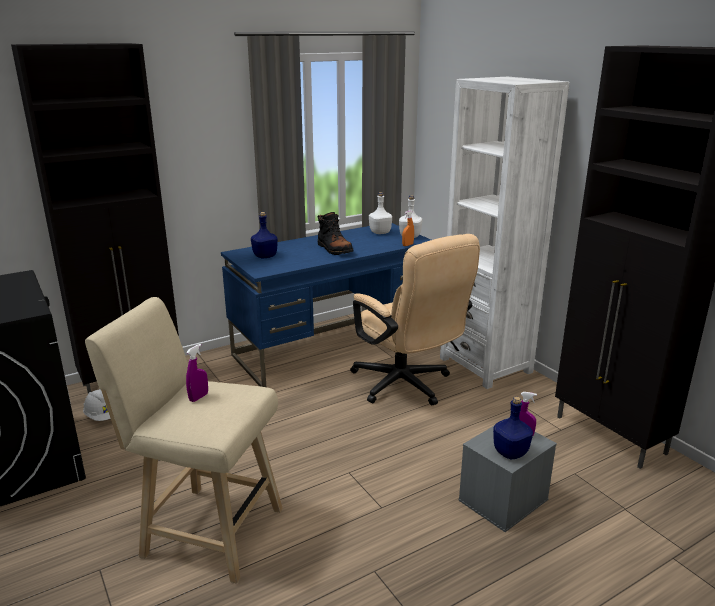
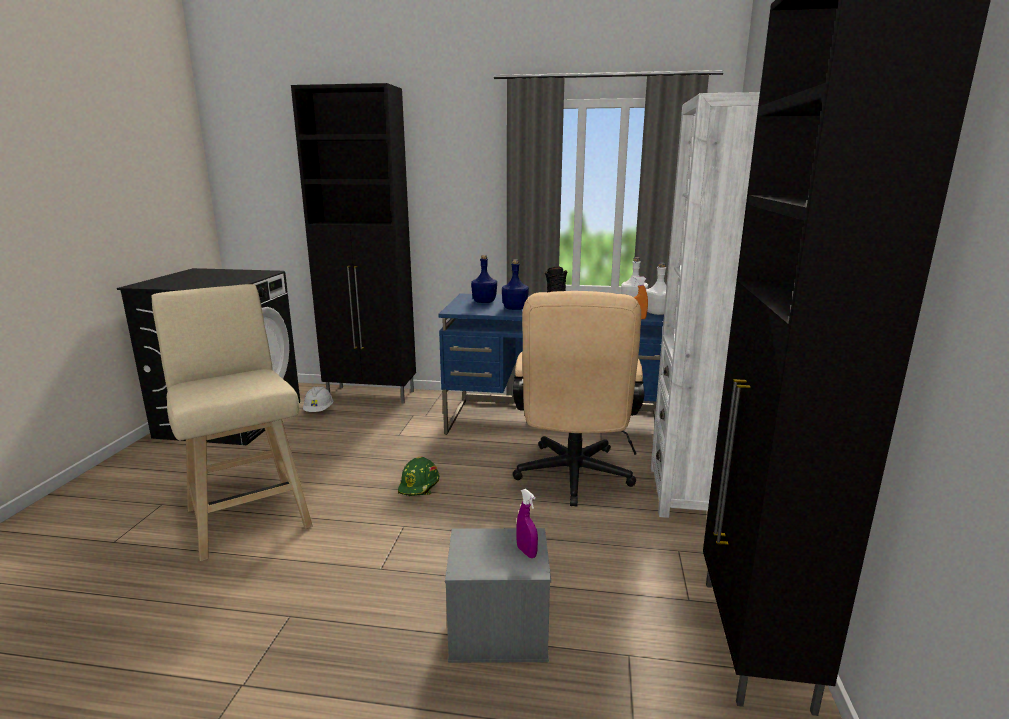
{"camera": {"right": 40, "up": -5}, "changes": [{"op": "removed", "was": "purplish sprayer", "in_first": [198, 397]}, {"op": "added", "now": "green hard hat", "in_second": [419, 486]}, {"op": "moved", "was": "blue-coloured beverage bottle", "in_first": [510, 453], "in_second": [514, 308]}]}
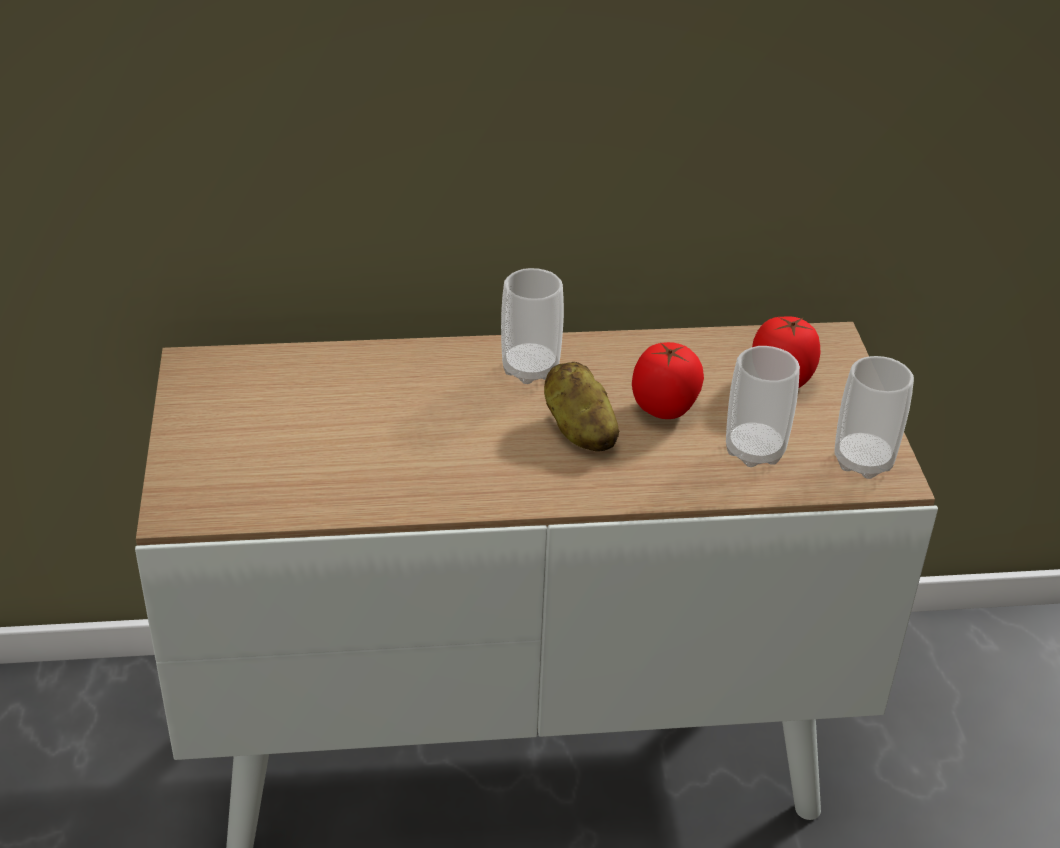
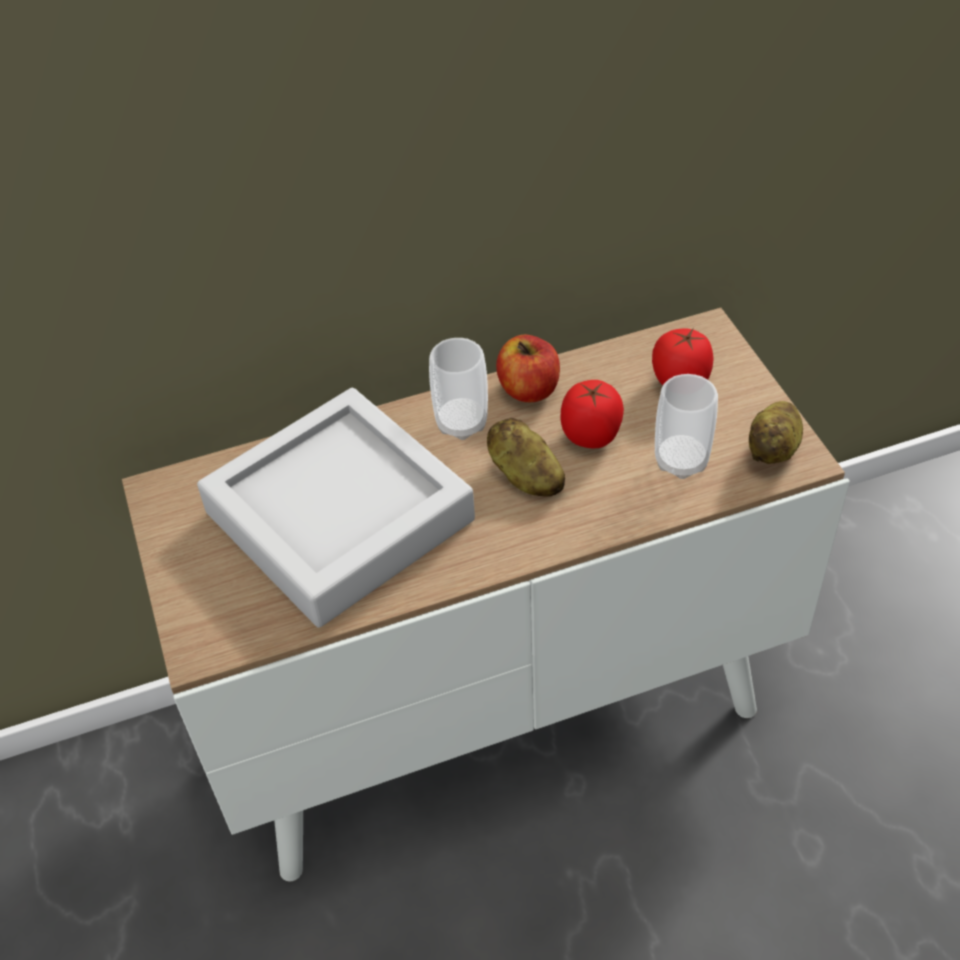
{"camera": {"right": -10, "up": 10}, "changes": [{"op": "added", "now": "greyish carrying tray", "in_second": [339, 516]}, {"op": "added", "now": "apple fruit", "in_second": [529, 389]}, {"op": "replaced", "was": "drinking cup", "now": "whole potato", "in_first": [863, 461], "in_second": [774, 449]}]}
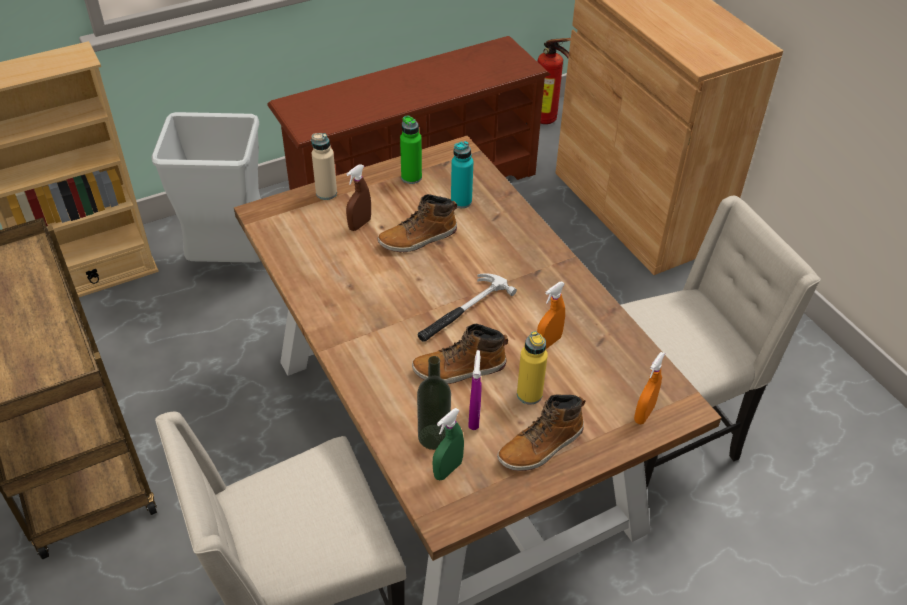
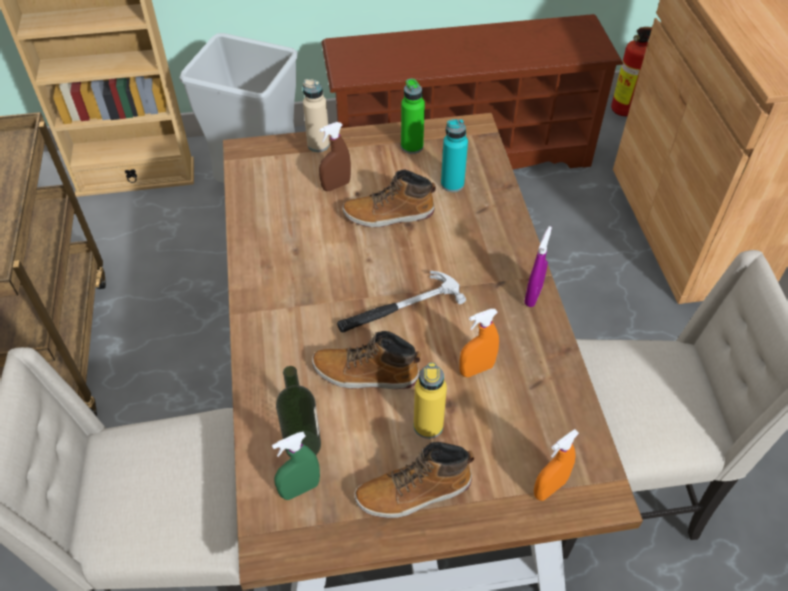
{"camera": {"right": 20, "up": 5}, "changes": [{"op": "moved", "was": "purplish sprayer", "in_first": [474, 418], "in_second": [533, 296]}]}
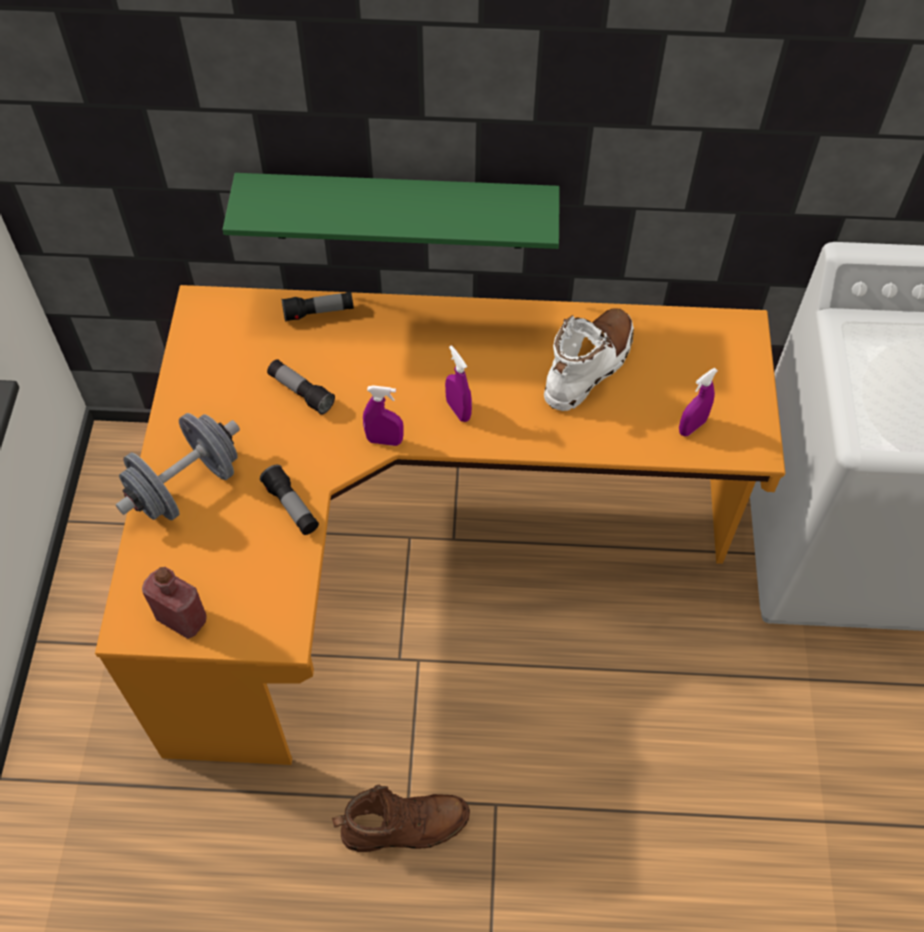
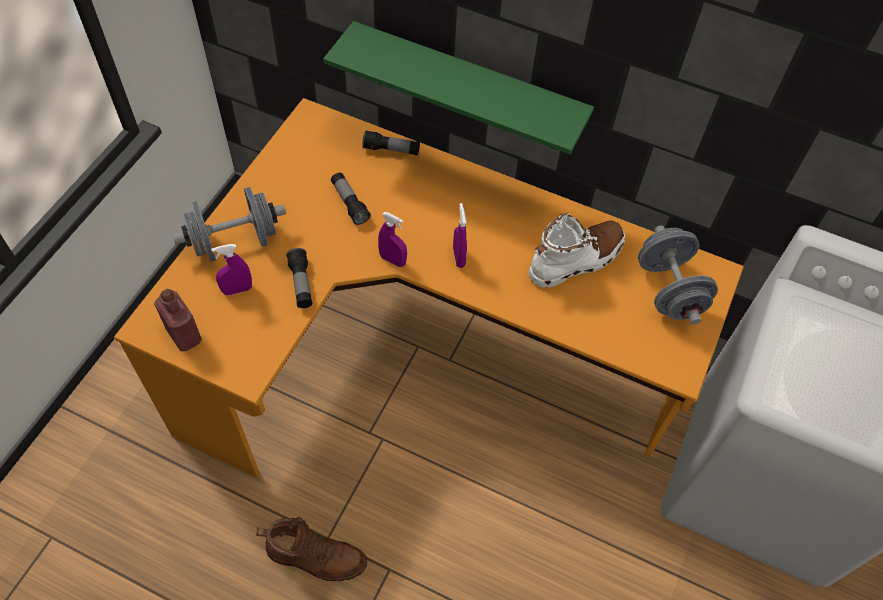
{"camera": {"right": 20, "up": 0}, "changes": [{"op": "added", "now": "greyish dumbbell", "in_second": [669, 290]}, {"op": "moved", "was": "purplish sprayer", "in_first": [692, 427], "in_second": [237, 290]}]}
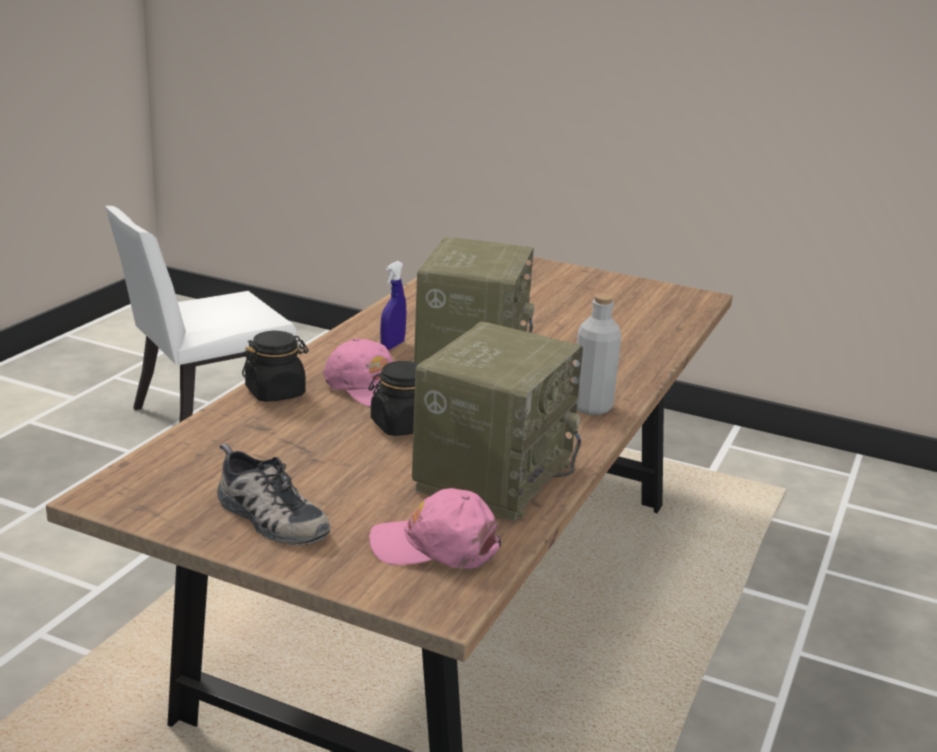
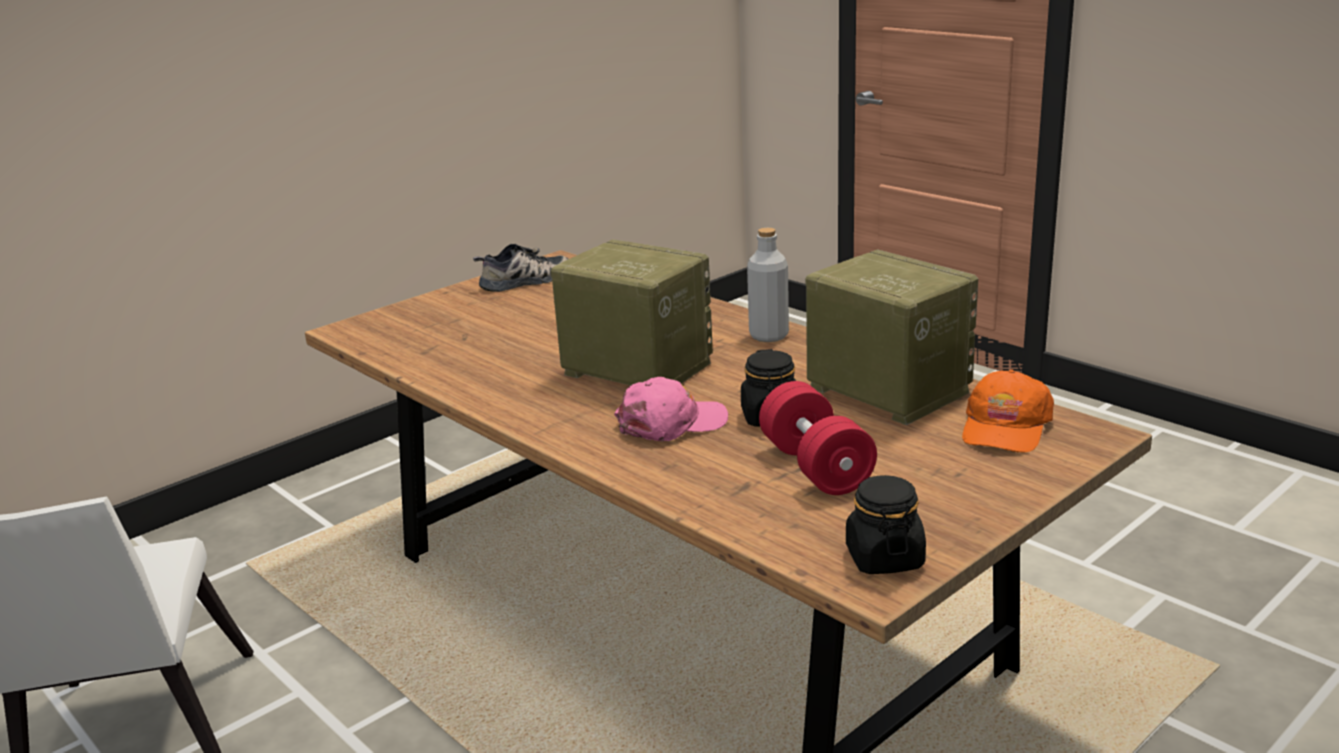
{"camera": {"right": -65, "up": 0}, "changes": [{"op": "removed", "was": "blue-coloured sprayer", "in_first": [392, 345]}, {"op": "added", "now": "reddish dumbbell", "in_second": [816, 467]}, {"op": "moved", "was": "item of footwear", "in_first": [268, 517], "in_second": [525, 281]}, {"op": "moved", "was": "black jar", "in_first": [275, 392], "in_second": [884, 558]}, {"op": "recoloured", "was": "pinkish peaked cap", "now": "orangey peaked cap", "in_first": [436, 546], "in_second": [1005, 427]}]}
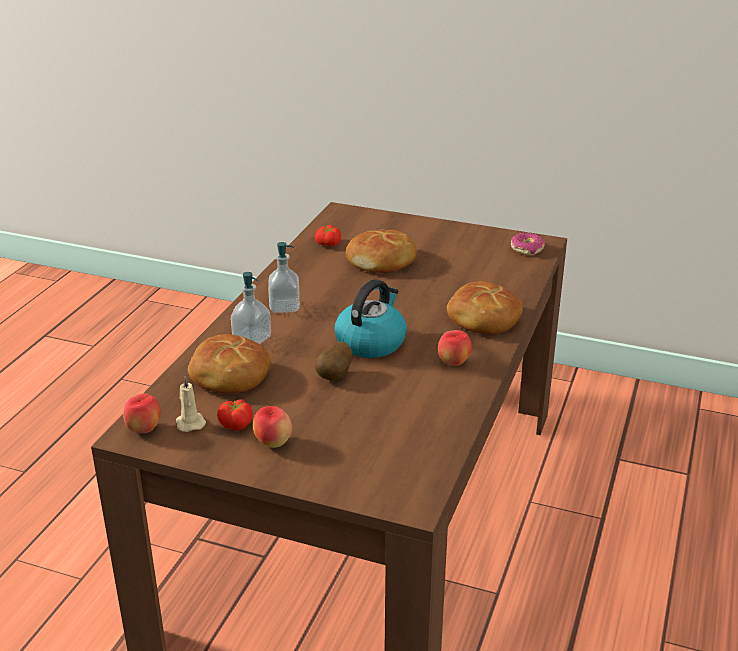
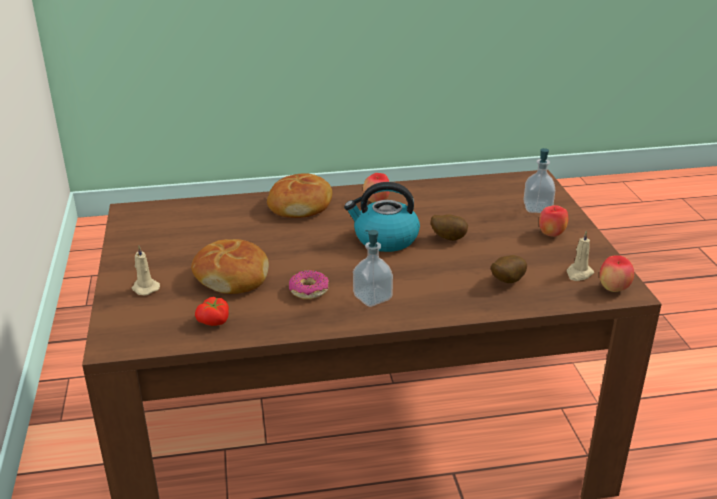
{"camera": {"right": -120, "up": 0}, "changes": [{"op": "removed", "was": "fresh tomato", "in_first": [237, 424]}, {"op": "added", "now": "beige candle", "in_second": [144, 288]}, {"op": "moved", "was": "soap dispenser", "in_first": [252, 339], "in_second": [537, 208]}, {"op": "moved", "was": "doughnut", "in_first": [527, 249], "in_second": [308, 290]}, {"op": "replaced", "was": "bakery bread", "now": "whole potato", "in_first": [229, 376], "in_second": [506, 281]}]}
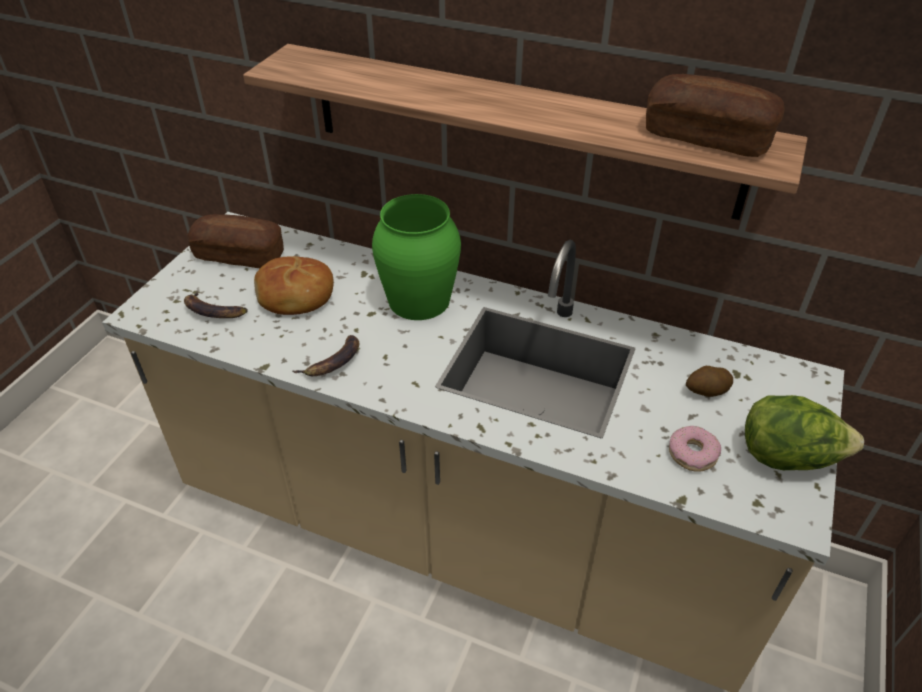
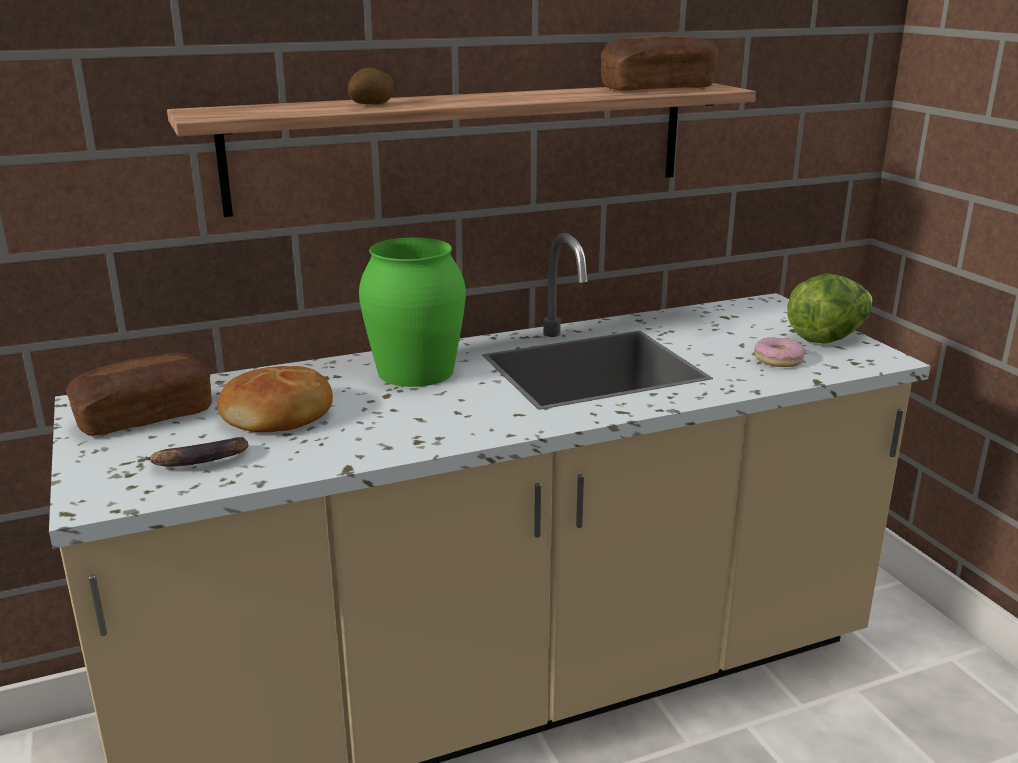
{"camera": {"right": -45, "up": -20}, "changes": [{"op": "removed", "was": "whole banana", "in_first": [333, 362]}, {"op": "moved", "was": "whole potato", "in_first": [706, 391], "in_second": [371, 105]}]}
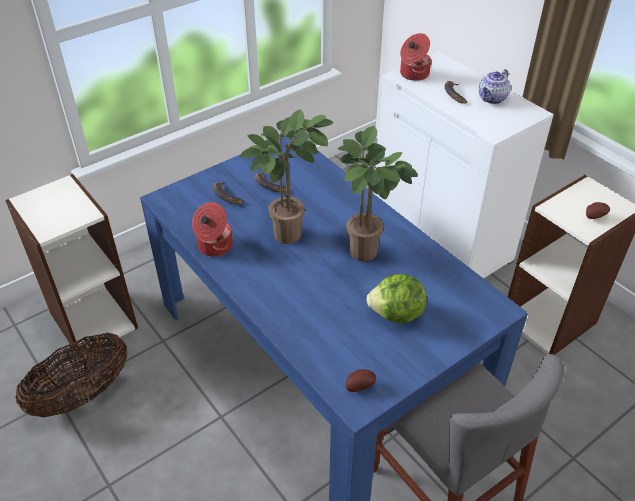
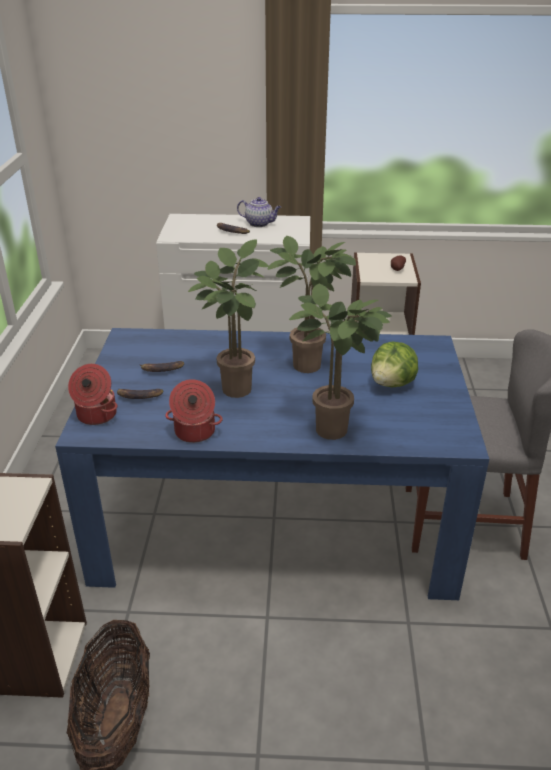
{"camera": {"right": -50, "up": -10}, "changes": [{"op": "removed", "was": "whole potato", "in_first": [359, 386]}, {"op": "added", "now": "plant in a pot", "in_second": [337, 430]}, {"op": "moved", "was": "saucepot", "in_first": [413, 74], "in_second": [96, 415]}, {"op": "turned", "was": "tea pot", "in_first": [492, 99], "in_second": [259, 224], "clockwise": -60}]}
